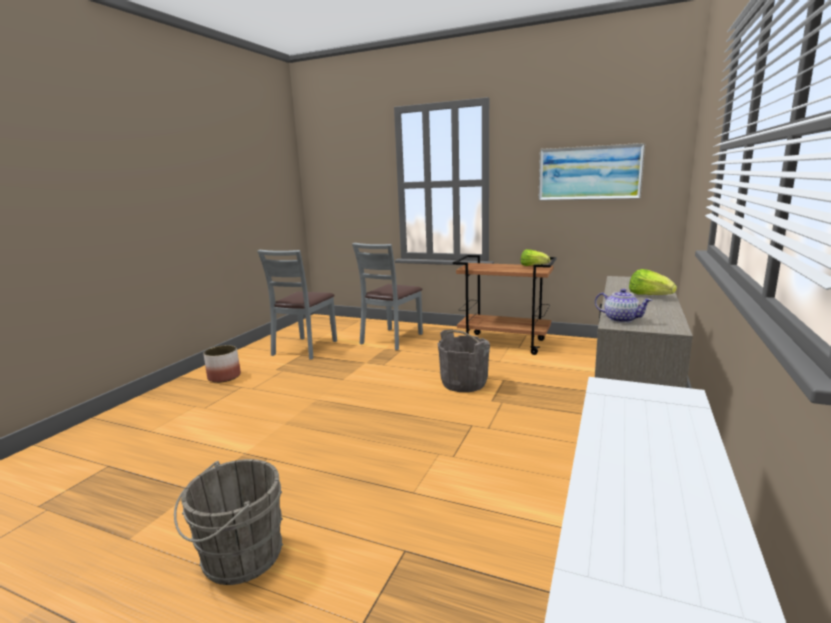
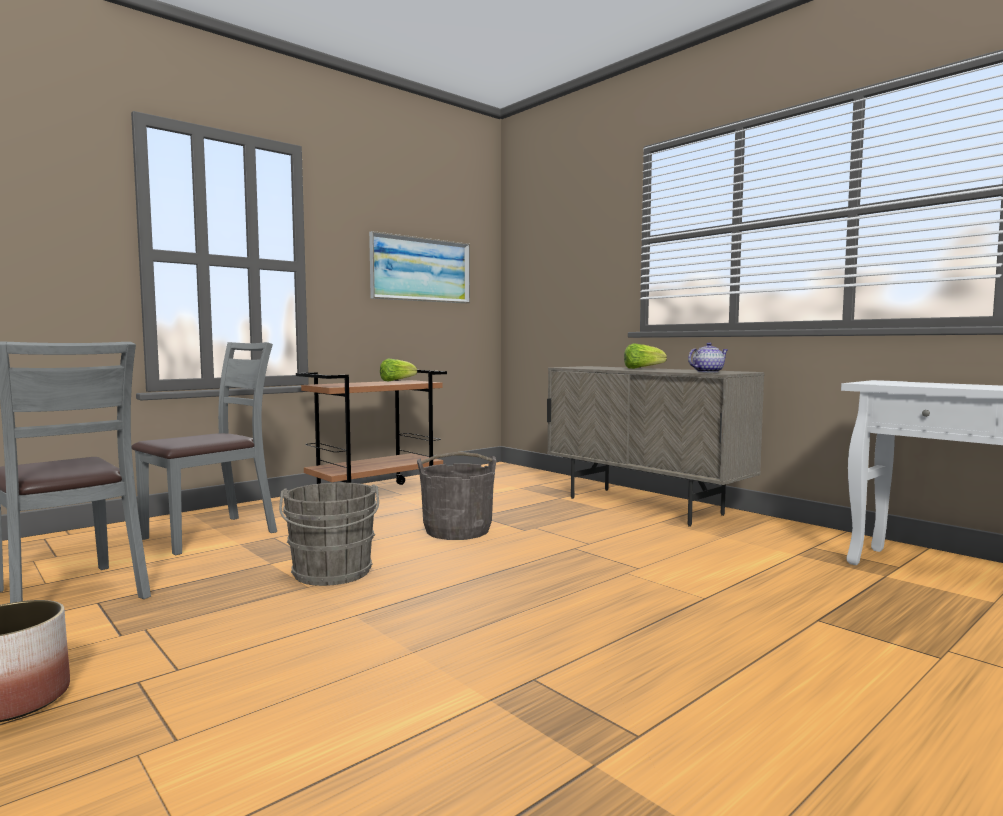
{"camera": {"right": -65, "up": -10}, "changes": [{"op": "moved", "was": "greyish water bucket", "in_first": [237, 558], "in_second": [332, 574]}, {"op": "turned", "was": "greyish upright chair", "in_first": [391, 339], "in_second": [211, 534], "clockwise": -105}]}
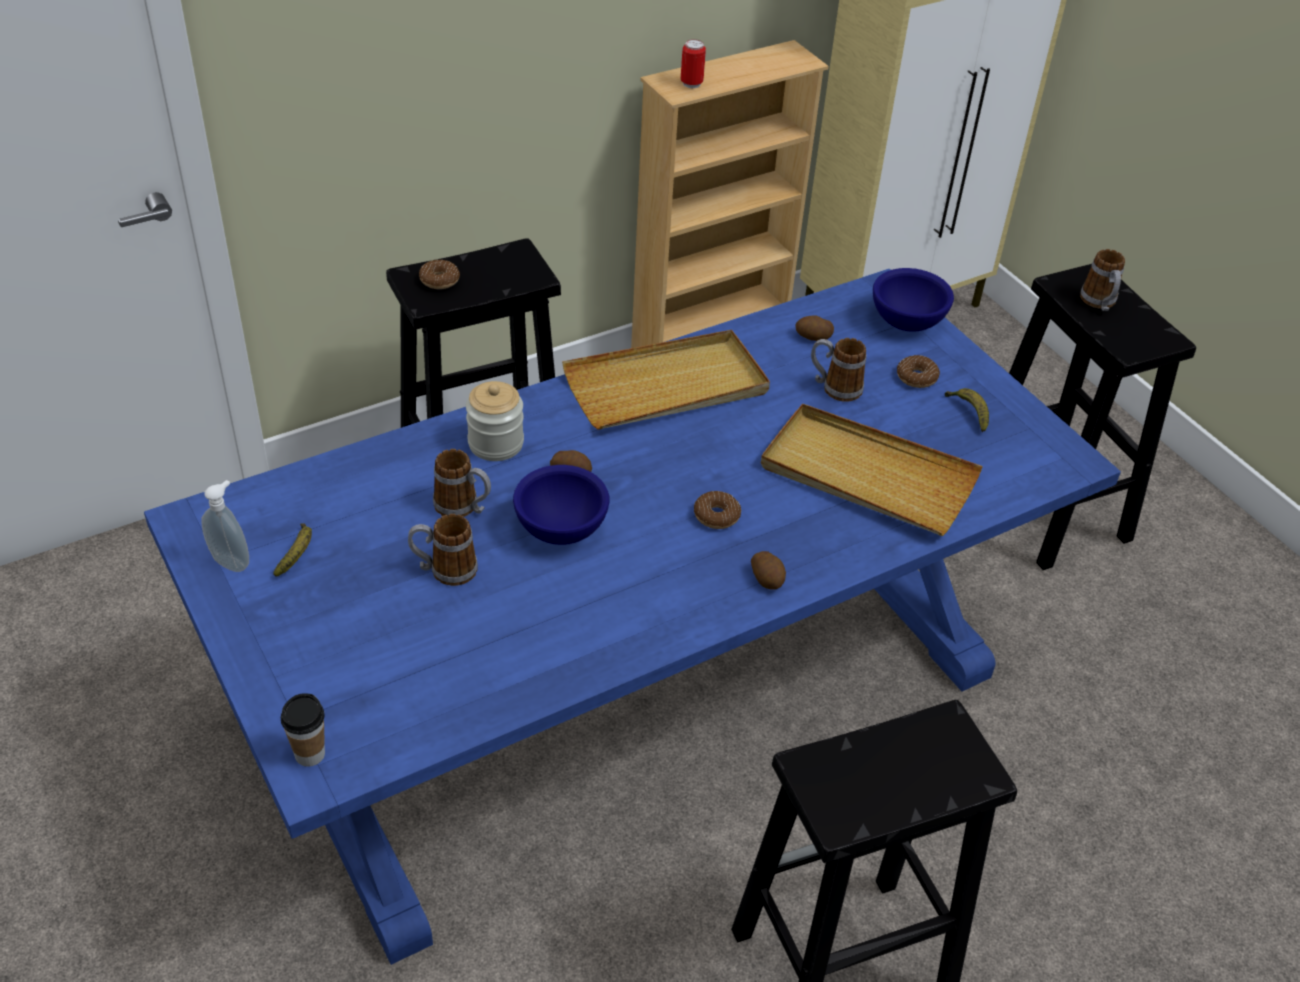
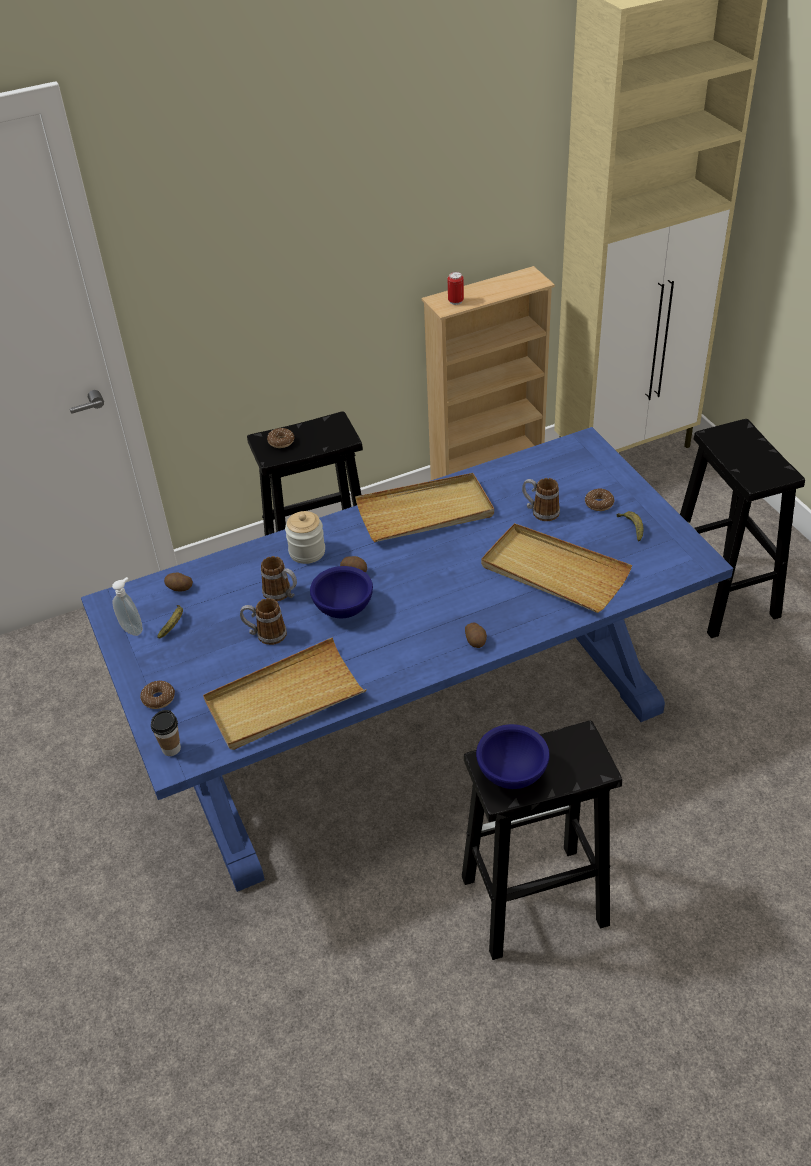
{"camera": {"right": 10, "up": 0}, "changes": [{"op": "removed", "was": "tea mug", "in_first": [1099, 303]}, {"op": "added", "now": "beige carrying tray", "in_second": [284, 699]}, {"op": "moved", "was": "doughnut", "in_first": [716, 516], "in_second": [158, 698]}, {"op": "moved", "was": "whole potato", "in_first": [813, 337], "in_second": [179, 588]}, {"op": "moved", "was": "blue-coloured serving bowl", "in_first": [905, 322], "in_second": [511, 773]}]}
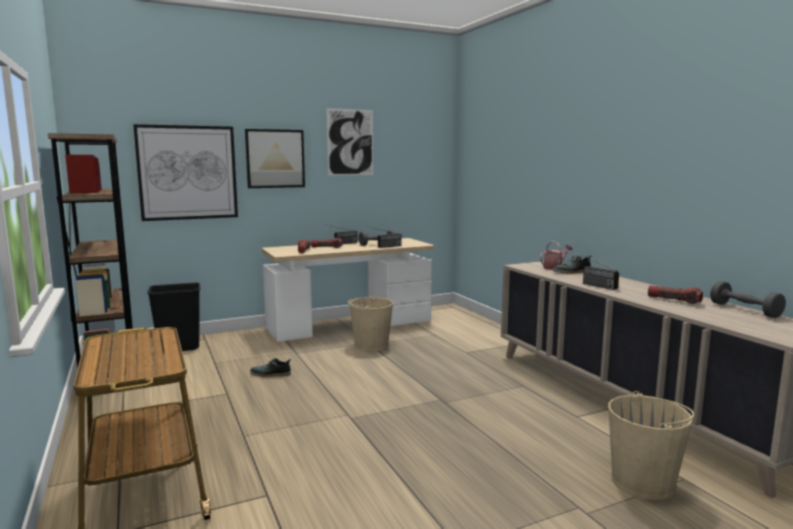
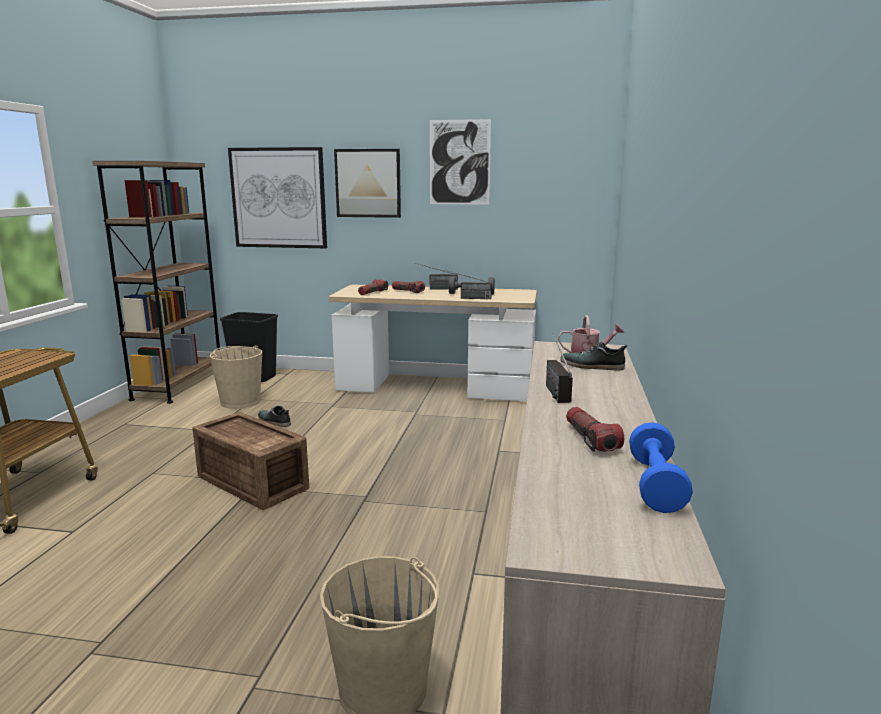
{"camera": {"right": 35, "up": 5}, "changes": [{"op": "added", "now": "shipping crate", "in_second": [253, 481]}, {"op": "moved", "was": "beige water bucket", "in_first": [371, 345], "in_second": [240, 402]}, {"op": "recoloured", "was": "greyish dumbbell", "now": "blue-coloured dumbbell", "in_first": [744, 310], "in_second": [655, 485]}]}
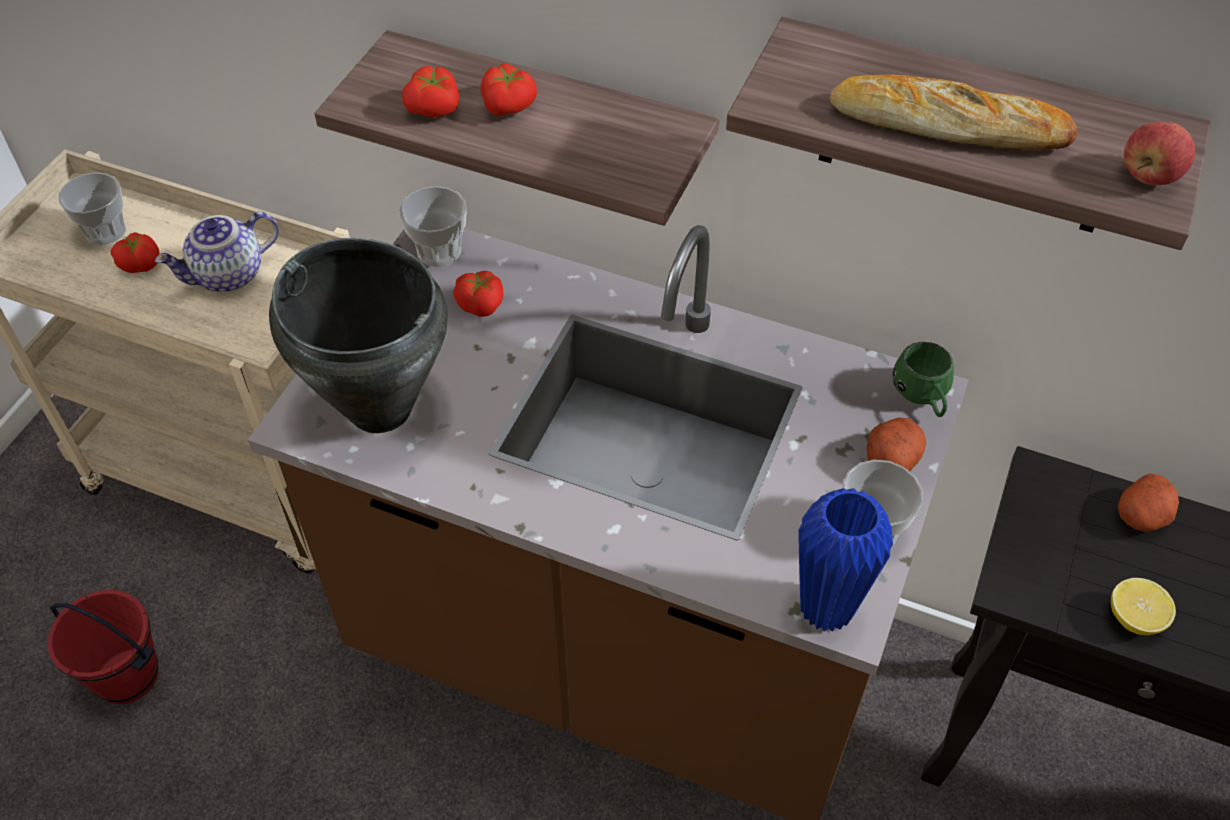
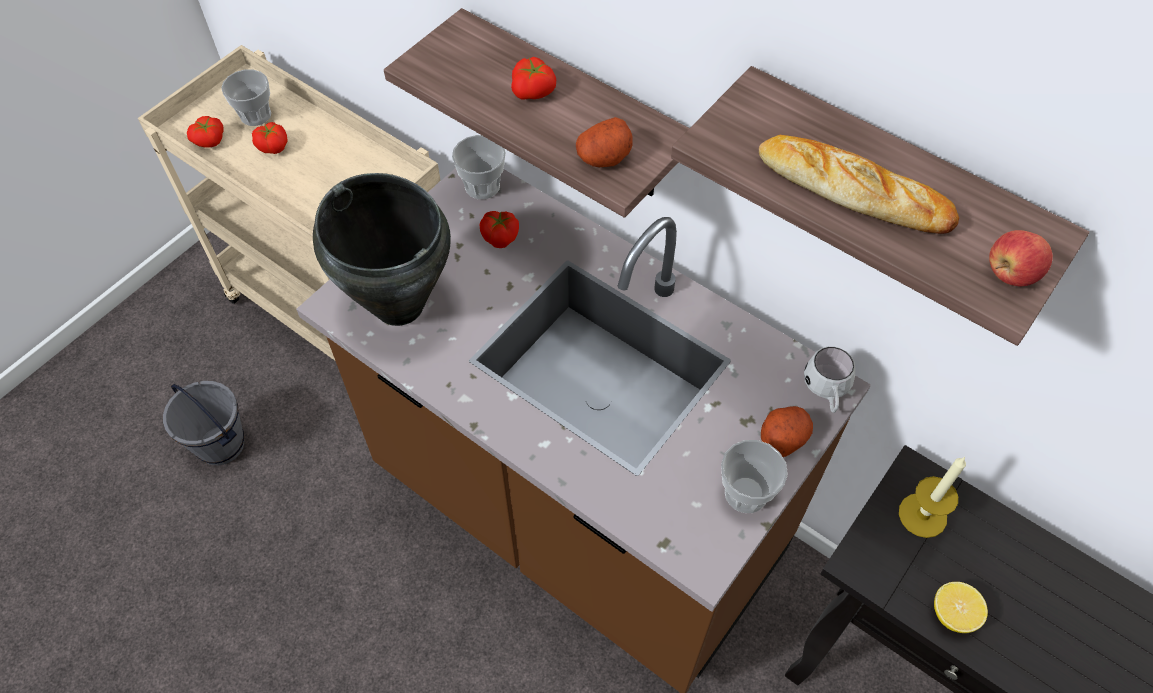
{"camera": {"right": 15, "up": 5}, "changes": [{"op": "removed", "was": "tea pot", "in_first": [228, 276]}, {"op": "removed", "was": "blue-coloured decorative vase", "in_first": [826, 608]}, {"op": "added", "now": "candle", "in_second": [922, 515]}, {"op": "moved", "was": "fresh tomato", "in_first": [435, 109], "in_second": [210, 141]}, {"op": "moved", "was": "whole potato", "in_first": [1142, 516], "in_second": [604, 157]}, {"op": "recoloured", "was": "reddish water bucket", "now": "greyish water bucket", "in_first": [128, 675], "in_second": [222, 444]}, {"op": "recoloured", "was": "green tea mug", "now": "whitish tea mug", "in_first": [922, 399], "in_second": [826, 392]}]}
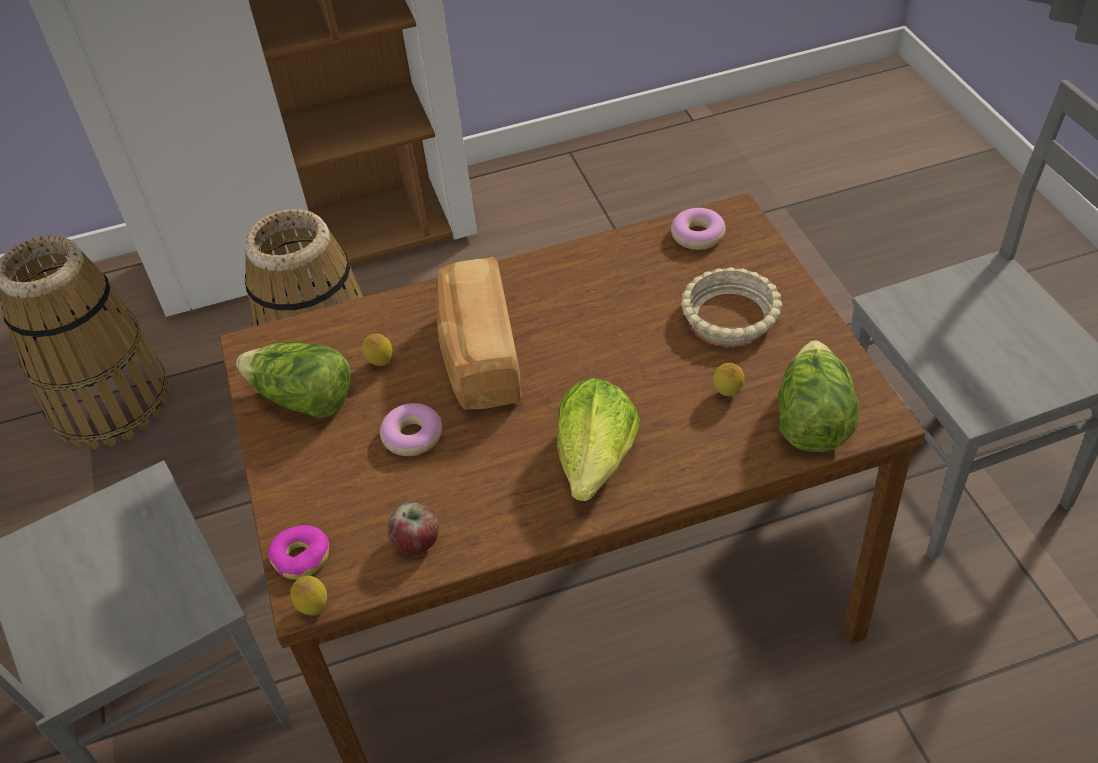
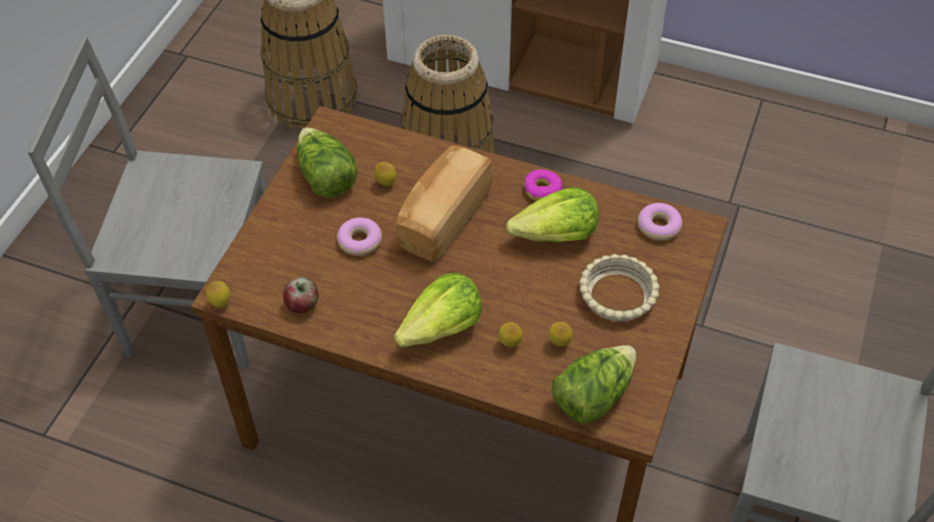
{"camera": {"right": 35, "up": 5}, "changes": [{"op": "added", "now": "whole lemon", "in_second": [510, 344]}, {"op": "added", "now": "head of lettuce", "in_second": [556, 236]}, {"op": "moved", "was": "doughnut", "in_first": [302, 557], "in_second": [542, 190]}]}
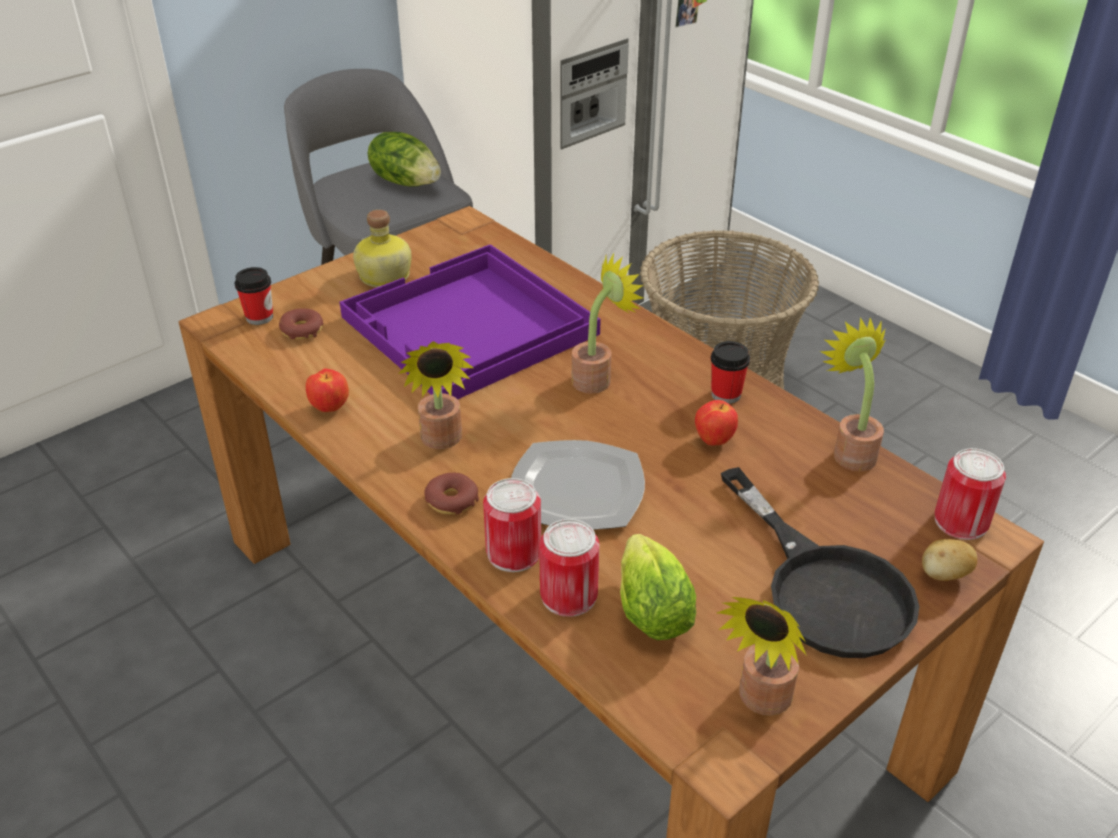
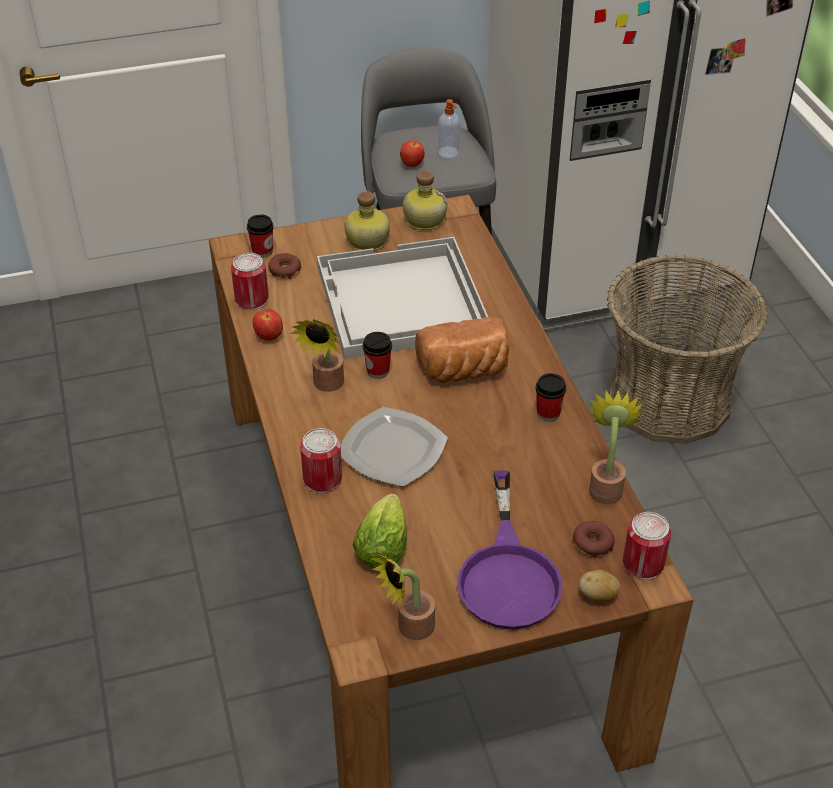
{"camera": {"right": 25, "up": 5}, "changes": [{"op": "added", "now": "drinking cup", "in_second": [378, 371]}, {"op": "added", "now": "beverage bottle", "in_second": [423, 219]}, {"op": "moved", "was": "doughnut", "in_first": [451, 500], "in_second": [592, 543]}, {"op": "moved", "was": "can", "in_first": [568, 595], "in_second": [252, 299]}, {"op": "moved", "was": "apple fruit", "in_first": [714, 440], "in_second": [412, 165]}, {"op": "replaced", "was": "head of lettuce", "now": "soap dispenser", "in_first": [406, 182], "in_second": [449, 153]}, {"op": "replaced", "was": "plant in a pot", "now": "bakery bread", "in_first": [597, 378], "in_second": [464, 371]}, {"op": "recoloured", "was": "purplish carrying tray", "now": "whitish carrying tray", "in_first": [468, 327], "in_second": [400, 302]}, {"op": "recoloured", "was": "black frying pan", "now": "purplish frying pan", "in_first": [824, 587], "in_second": [508, 573]}]}
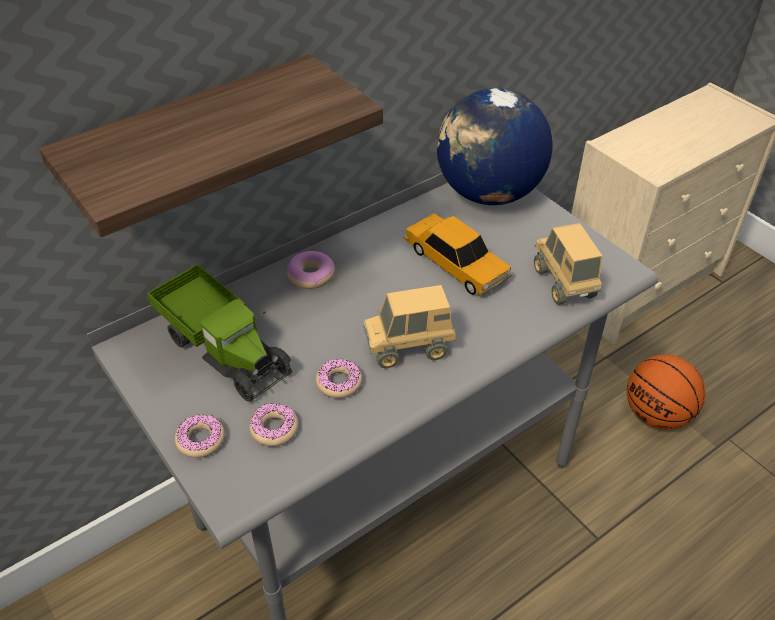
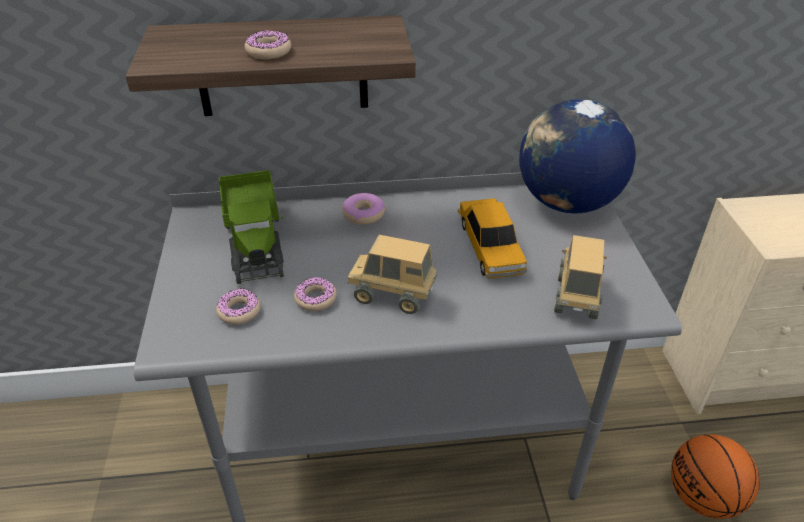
{"camera": {"right": 30, "up": -5}, "changes": [{"op": "moved", "was": "doughnut", "in_first": [201, 440], "in_second": [268, 51]}]}
